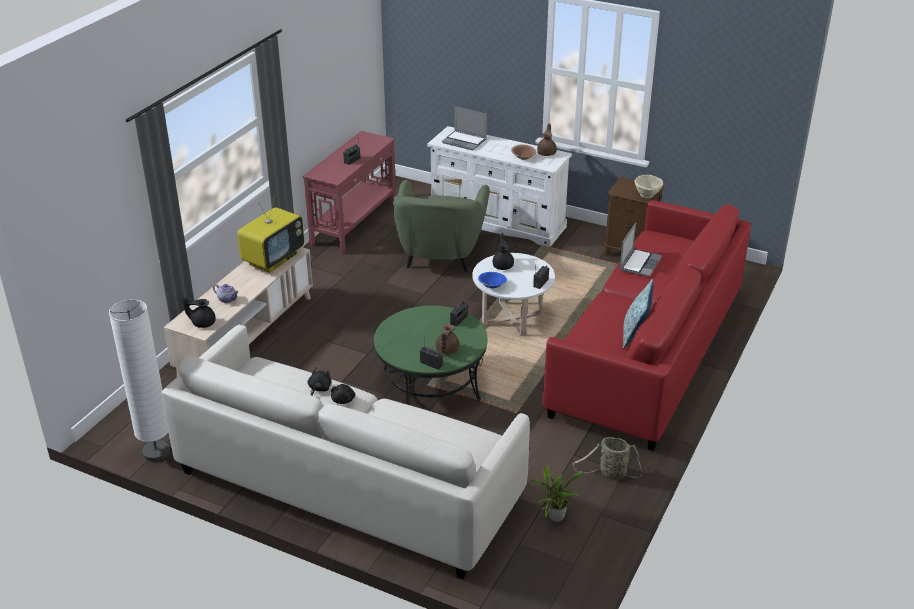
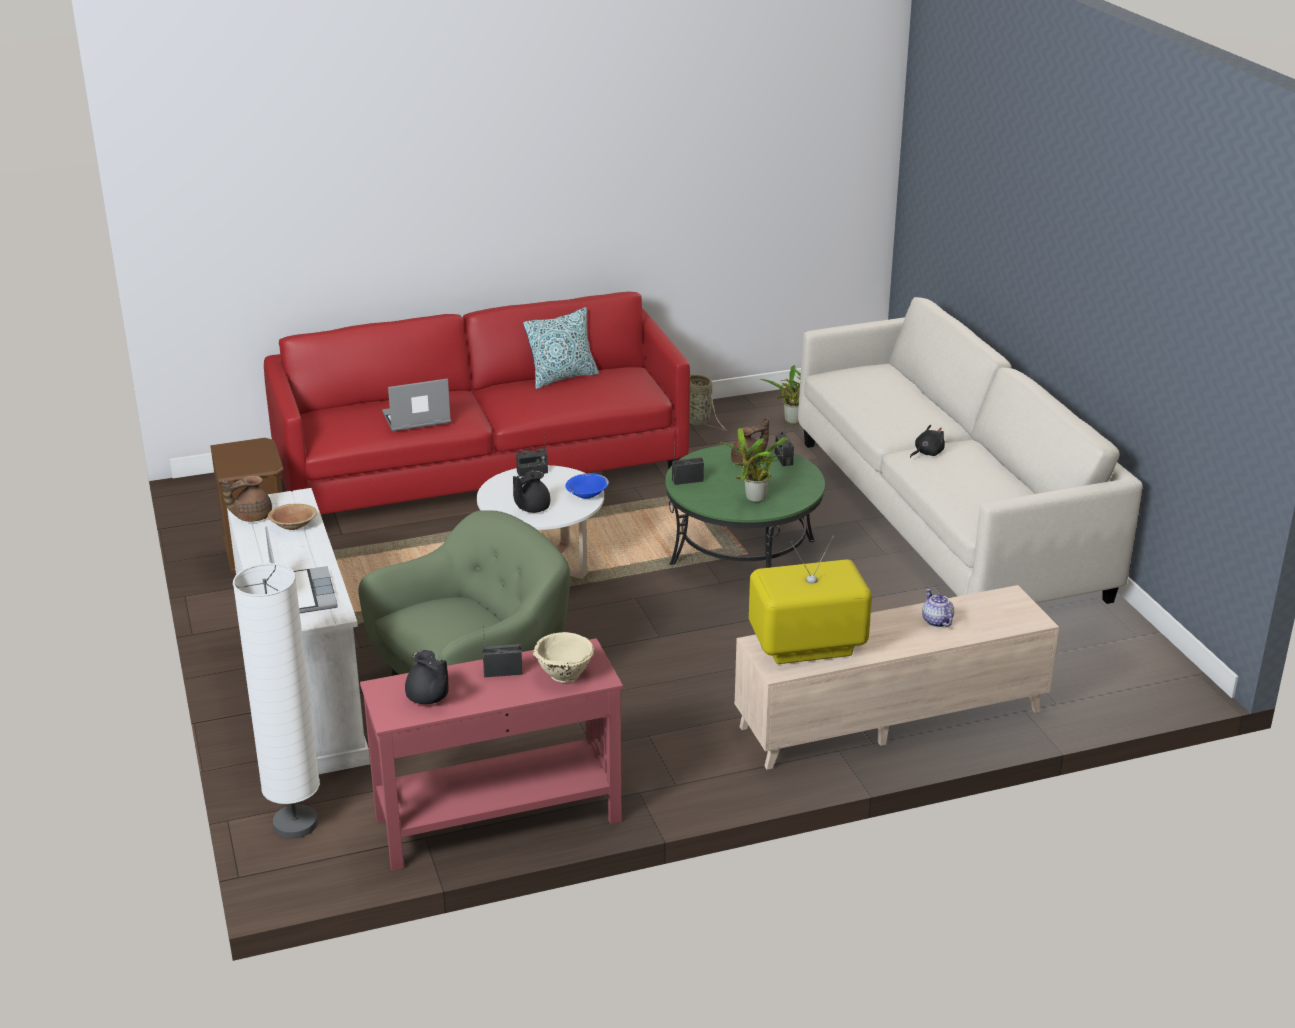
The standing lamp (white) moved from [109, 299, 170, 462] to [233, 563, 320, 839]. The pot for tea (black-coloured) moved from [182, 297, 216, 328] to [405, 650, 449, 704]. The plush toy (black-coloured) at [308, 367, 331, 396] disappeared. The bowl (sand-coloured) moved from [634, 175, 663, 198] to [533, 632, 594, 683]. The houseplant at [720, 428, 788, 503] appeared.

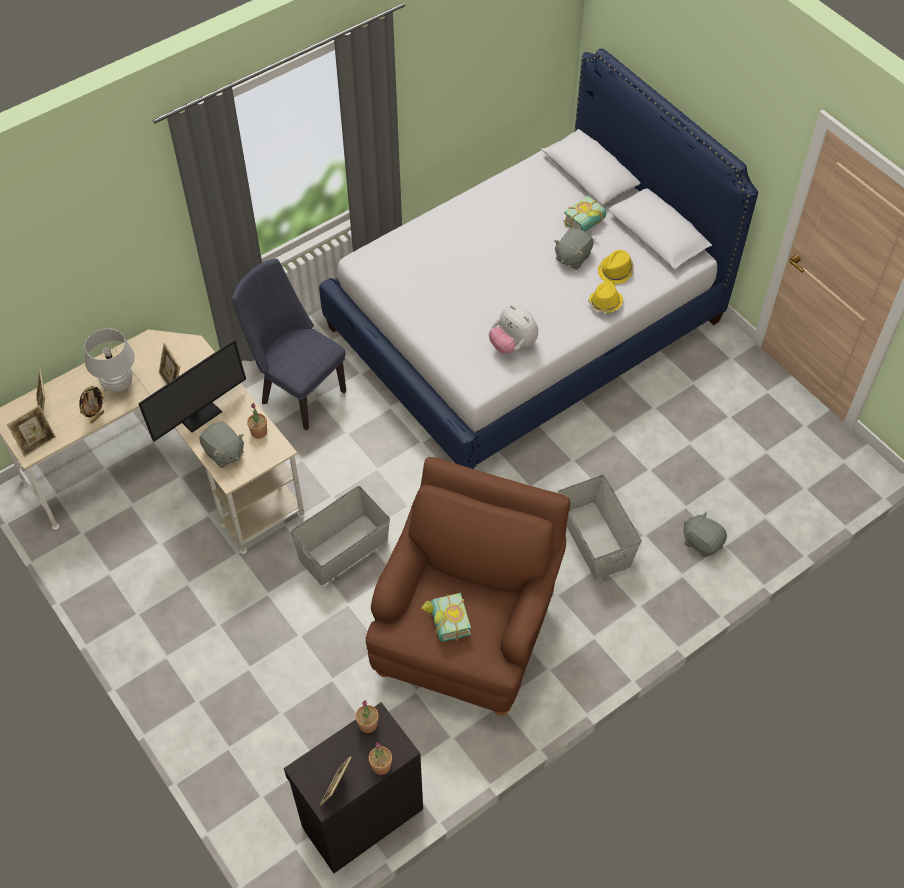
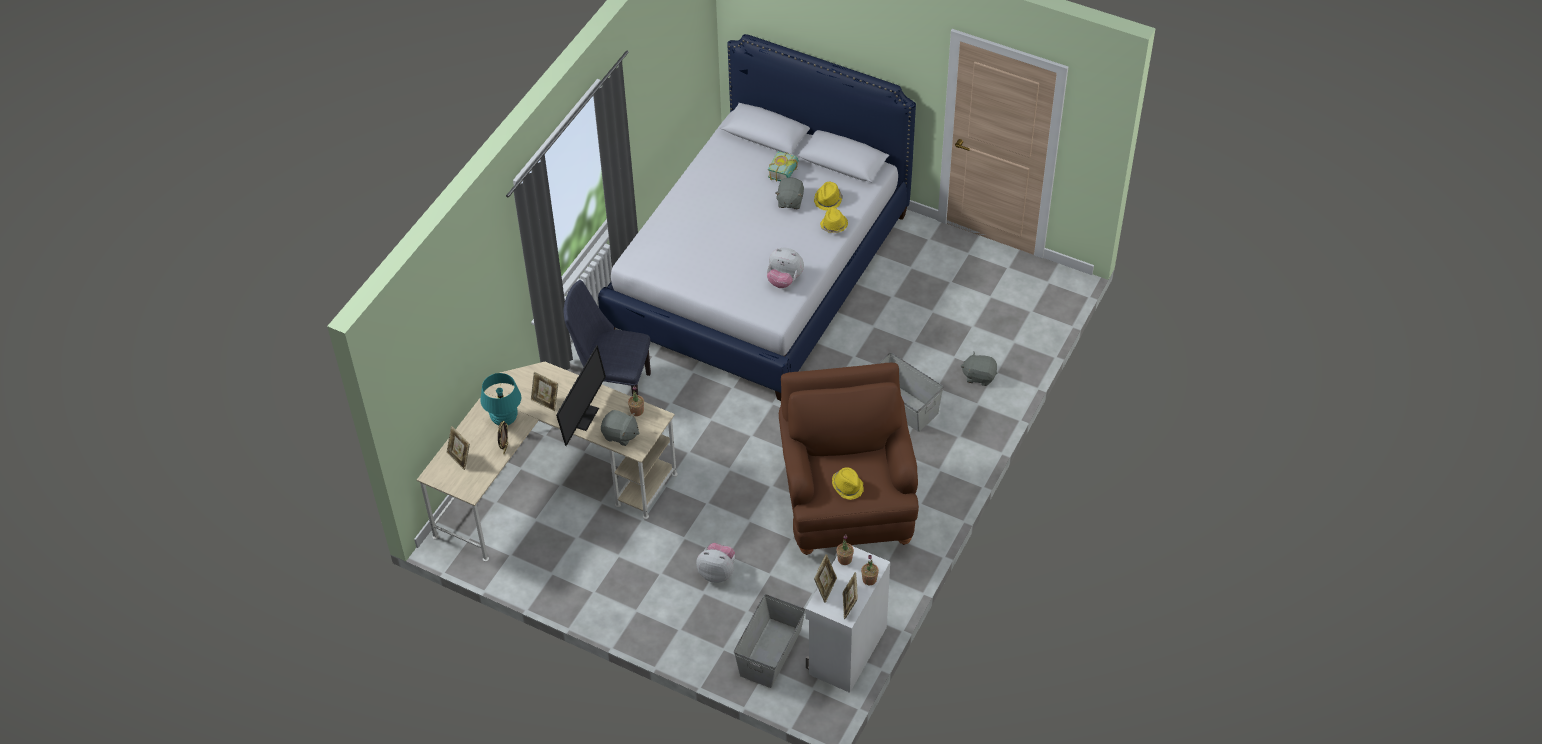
The standing frame moved from [7, 405, 56, 457] to [814, 554, 837, 603]. The lamp for a table (white) at [84, 329, 135, 392] became the lamp for a table (turquoise-coloured) at [480, 373, 521, 425]. The cupboard (black-coloured) at [284, 702, 423, 873] became the cupboard (white) at [806, 546, 890, 693]. The storage box (gray) moved from [291, 486, 390, 586] to [734, 594, 806, 688]. The volume at [421, 593, 471, 642] was replaced by the wearable hat (yellow) at [832, 467, 864, 500]. The plush toy at [696, 543, 735, 583] appeared.

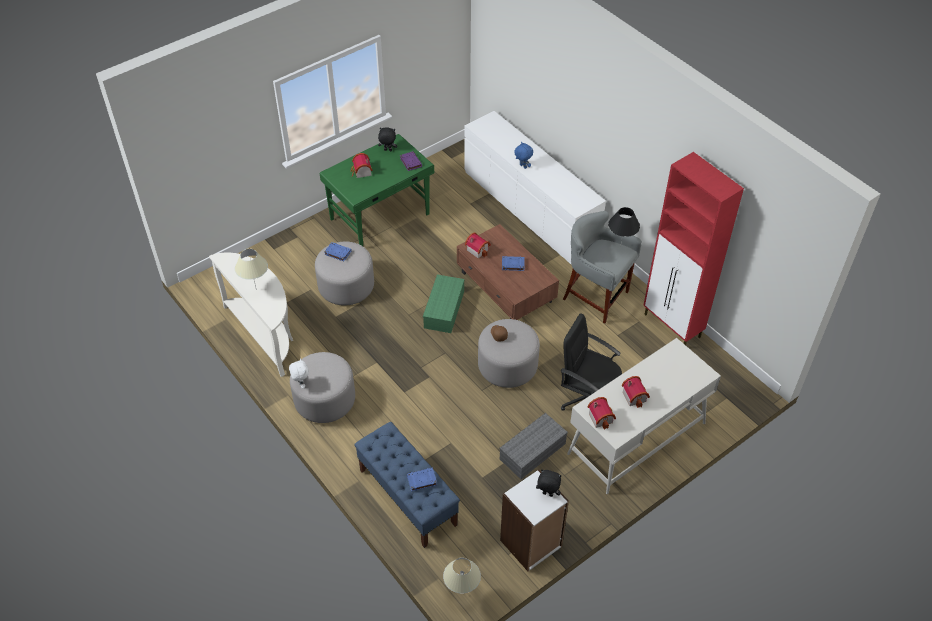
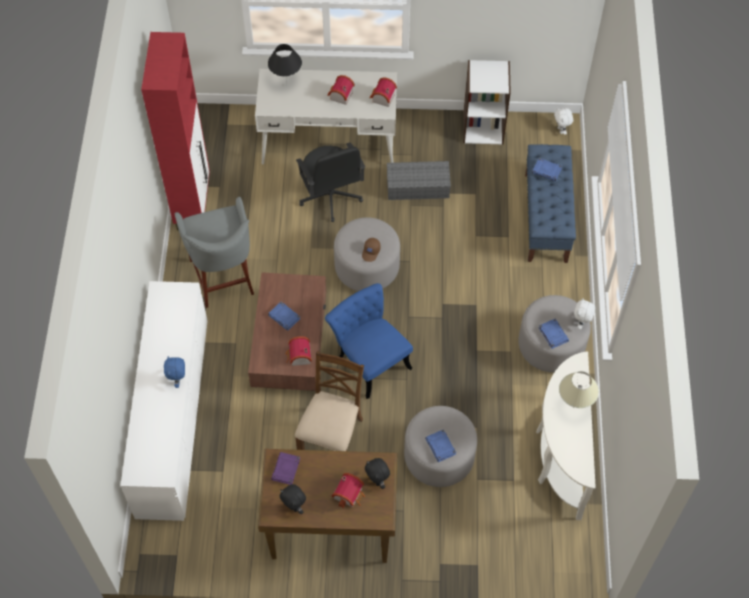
The desk unit (greenish) at [320, 134, 434, 246] became the desk unit (brown-coloured) at [258, 449, 397, 563]. The storage box (greenish) at [423, 274, 465, 333] was replaced by the plain chair (blue) at [325, 283, 413, 399]. The lamp for a table (sand-coloured) at [443, 558, 481, 594] was replaced by the plush toy (white) at [554, 107, 573, 135]. The plush toy (black-coloured) moved from [536, 469, 561, 497] to [365, 458, 390, 489]. The lamp for a table (black-coloured) moved from [608, 207, 640, 248] to [268, 44, 302, 83]. The plain chair (brown-coloured) at [295, 351, 364, 451] appeared. The volume (blue) at [539, 319, 569, 349] appeared.

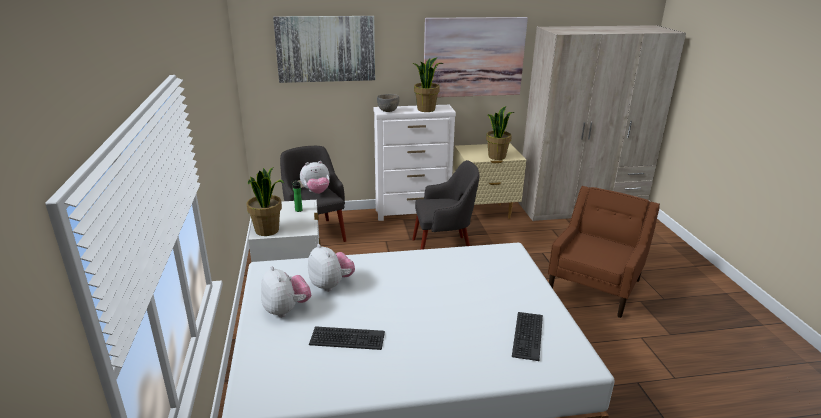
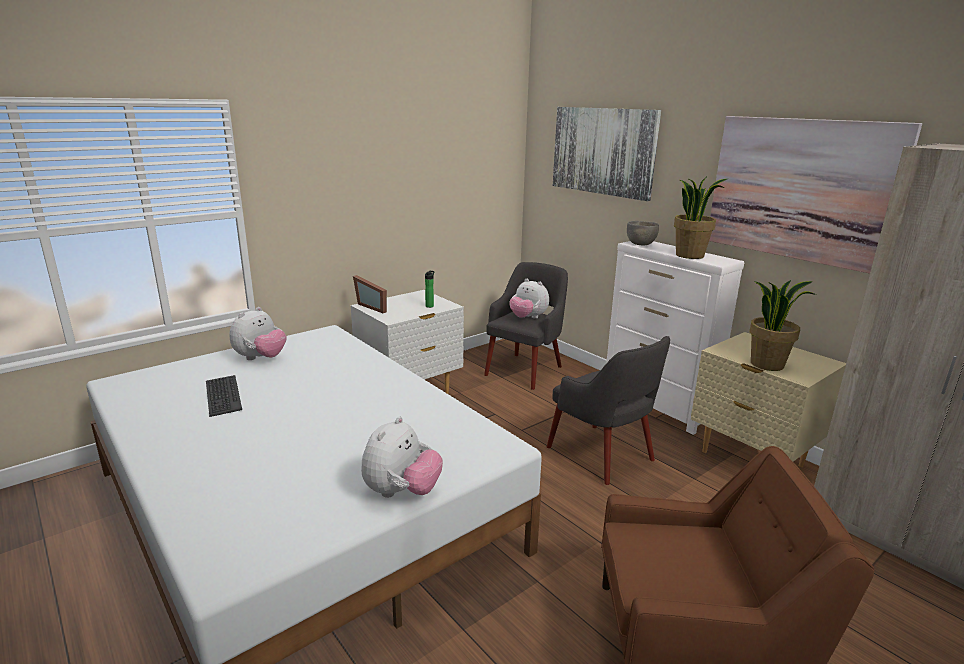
The houseplant at [247, 167, 284, 236] was replaced by the standing frame at [353, 275, 387, 313]. The plush toy moved from [308, 244, 355, 291] to [361, 417, 443, 498]. The computer keyboard at [512, 312, 543, 361] disappeared.

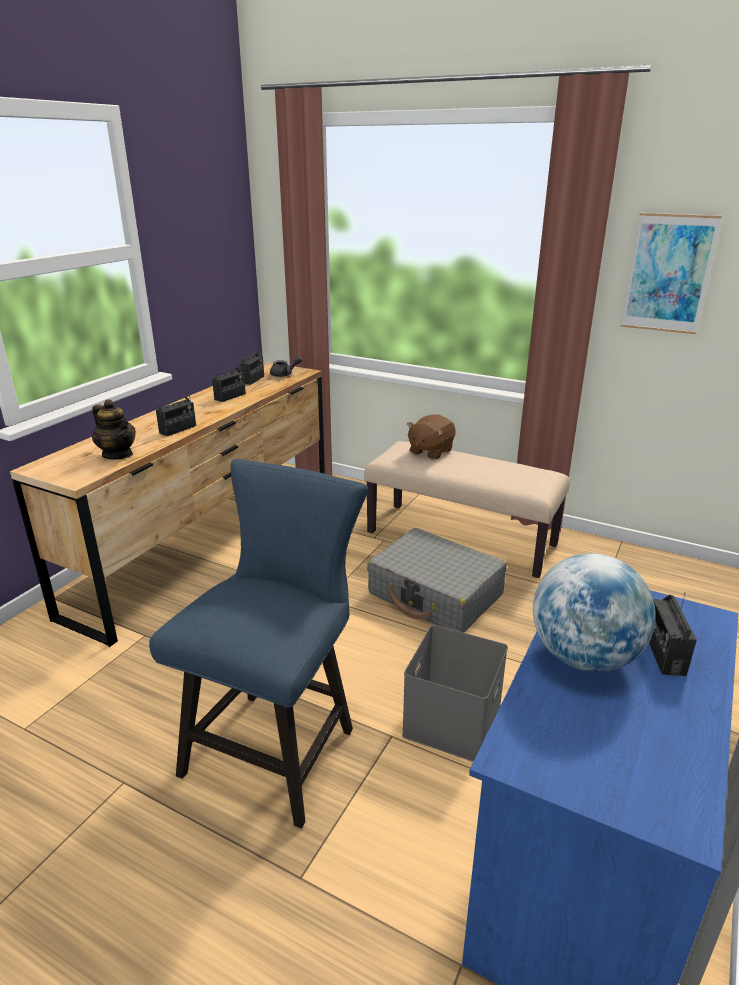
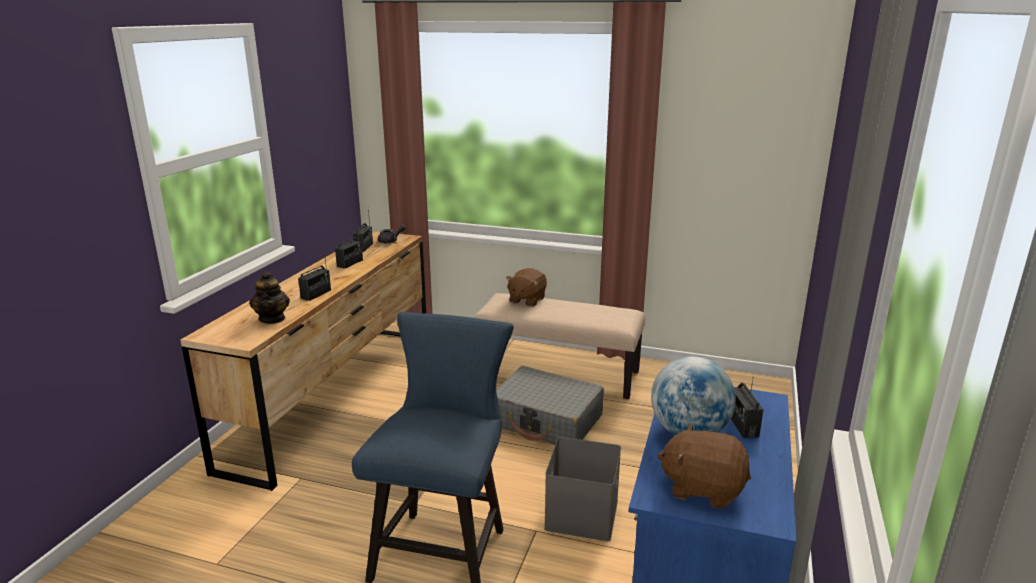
The pot for tea at [92, 399, 136, 459] turned 45 degrees clockwise. The wall picture at [621, 213, 722, 334] disappeared. The plush toy (brown-coloured) at [657, 423, 751, 509] appeared.

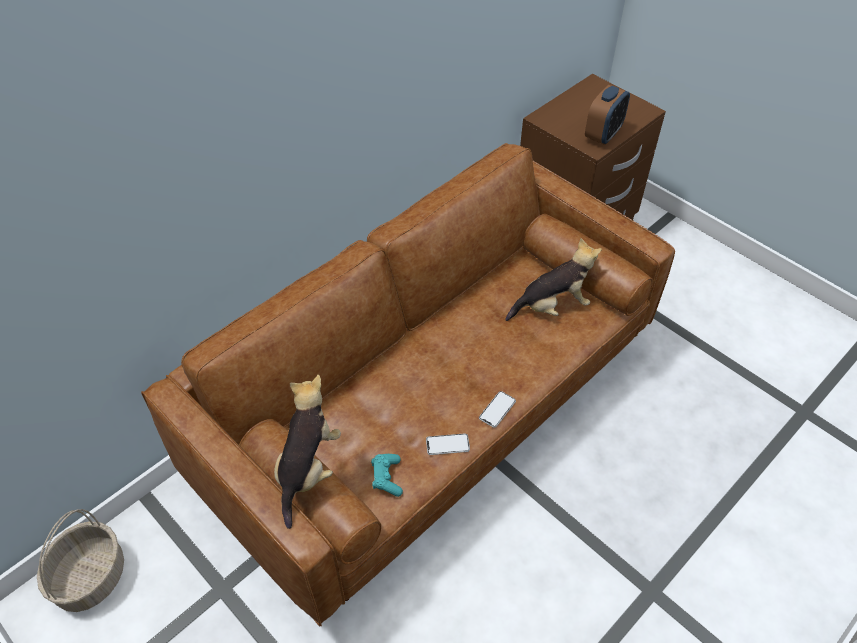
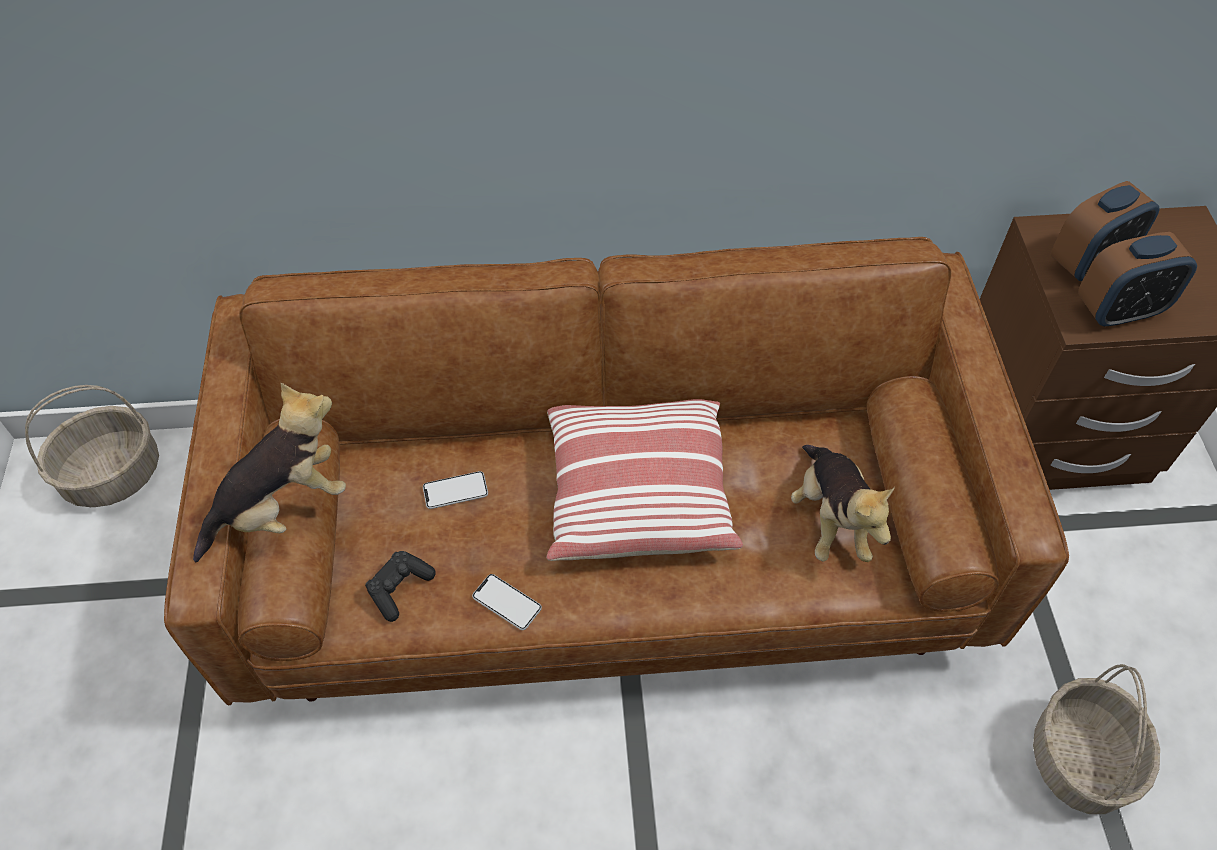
The game controller (turquoise-coloured) at [371, 454, 403, 497] became the game controller (black-coloured) at [365, 551, 436, 622]. The handset moved from [479, 391, 516, 428] to [423, 471, 488, 509]. The plush toy at [505, 238, 602, 321] turned 60 degrees clockwise. The pillow at [547, 399, 743, 561] appeared. The household basket at [1033, 664, 1160, 814] appeared. The alarm clock at [1051, 181, 1160, 282] appeared.

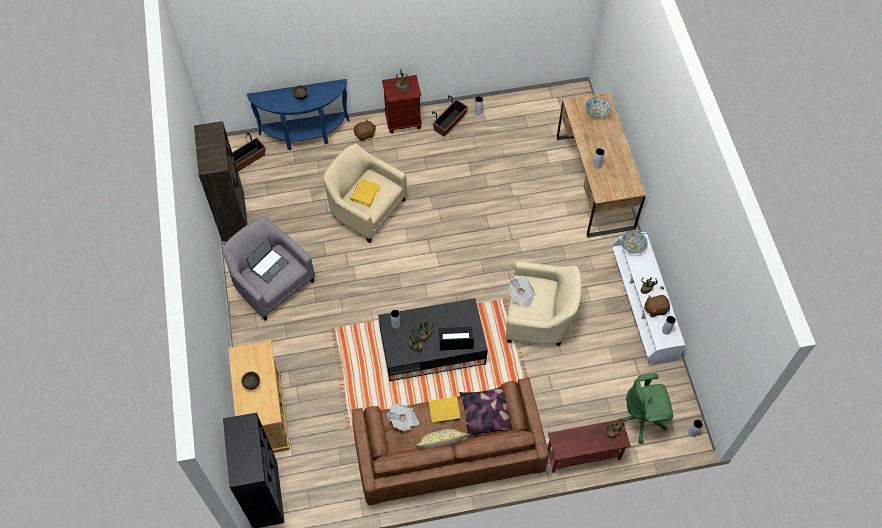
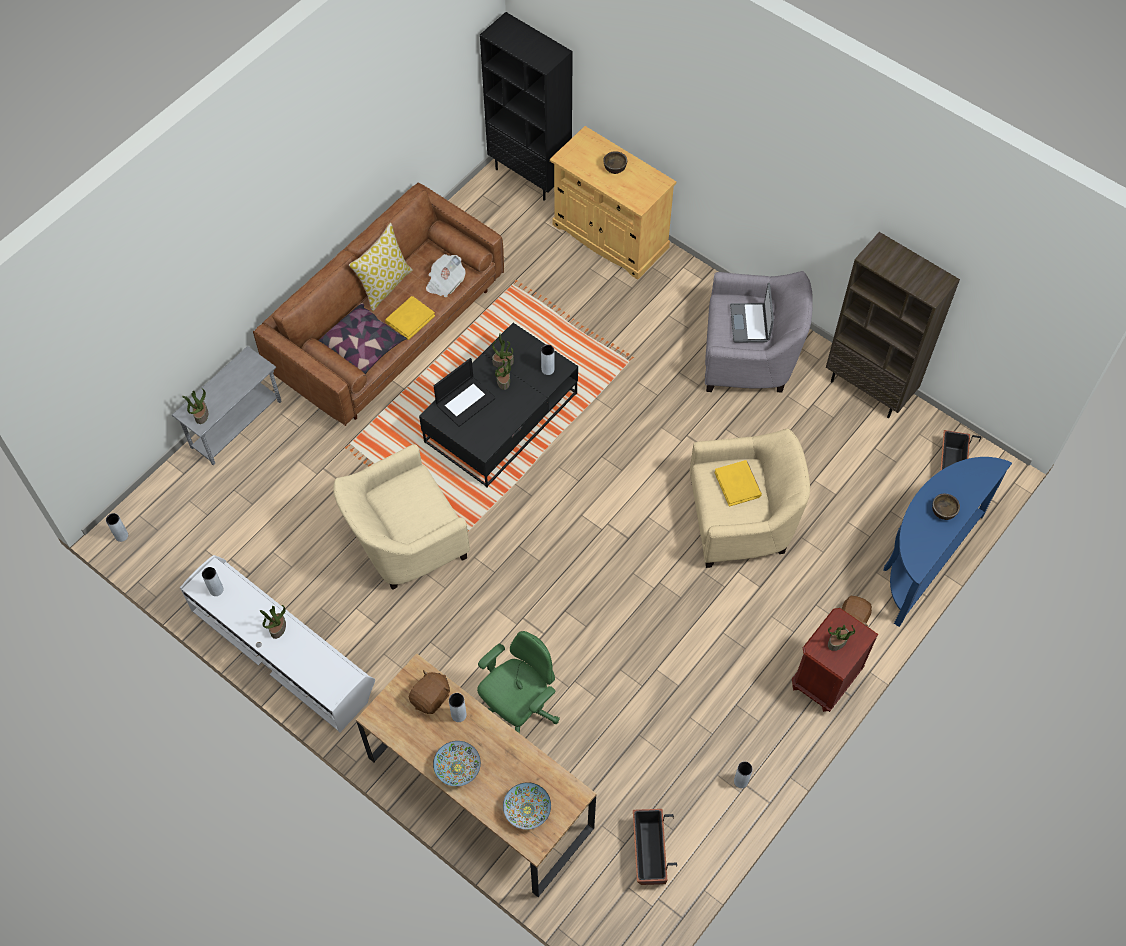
The plant pot moved from [432, 96, 468, 136] to [633, 809, 677, 885]. The daily paper at [508, 277, 536, 308] disappeared. The side table (brown-coloured) at [547, 419, 631, 473] became the side table (gray) at [172, 346, 281, 465]. The office chair (greenish) moved from [618, 373, 673, 444] to [477, 631, 559, 734]. The bowl moved from [621, 231, 647, 254] to [433, 741, 481, 786]. The plush toy (brown-coloured) moved from [644, 295, 670, 317] to [409, 670, 450, 714].

